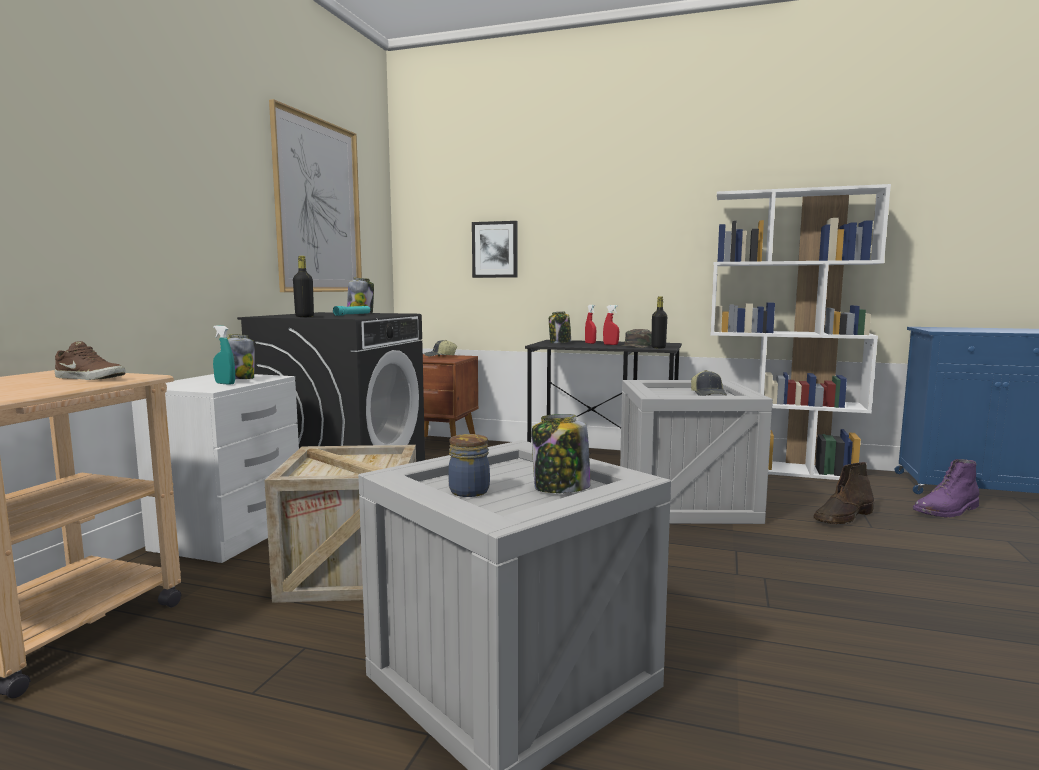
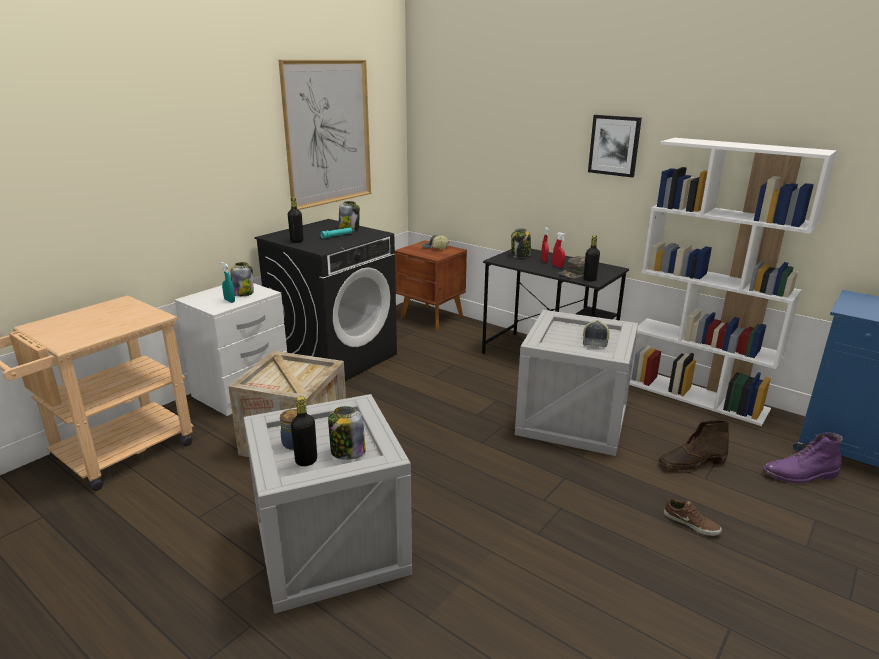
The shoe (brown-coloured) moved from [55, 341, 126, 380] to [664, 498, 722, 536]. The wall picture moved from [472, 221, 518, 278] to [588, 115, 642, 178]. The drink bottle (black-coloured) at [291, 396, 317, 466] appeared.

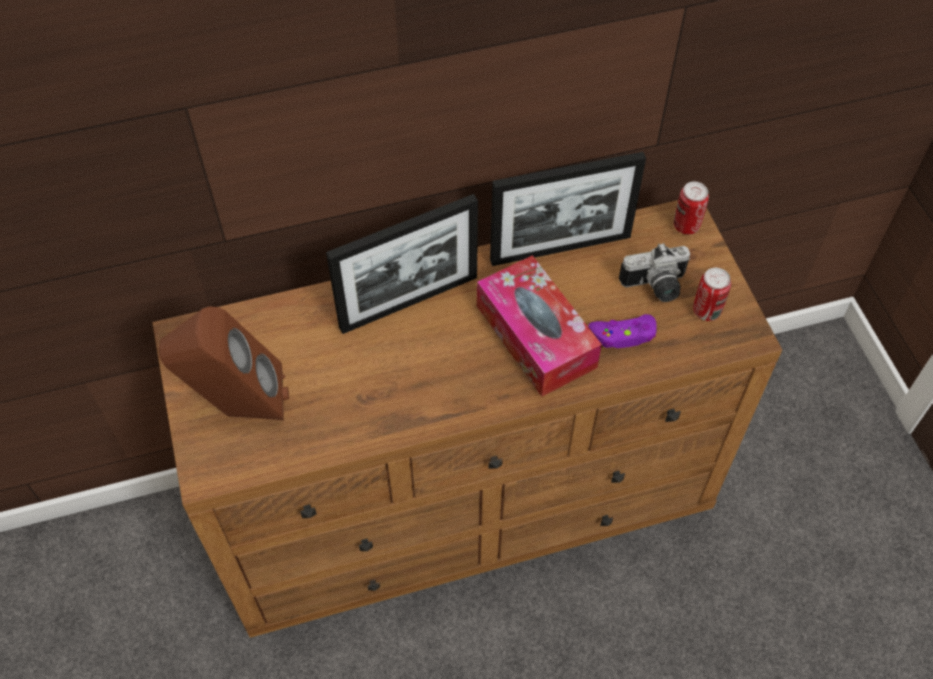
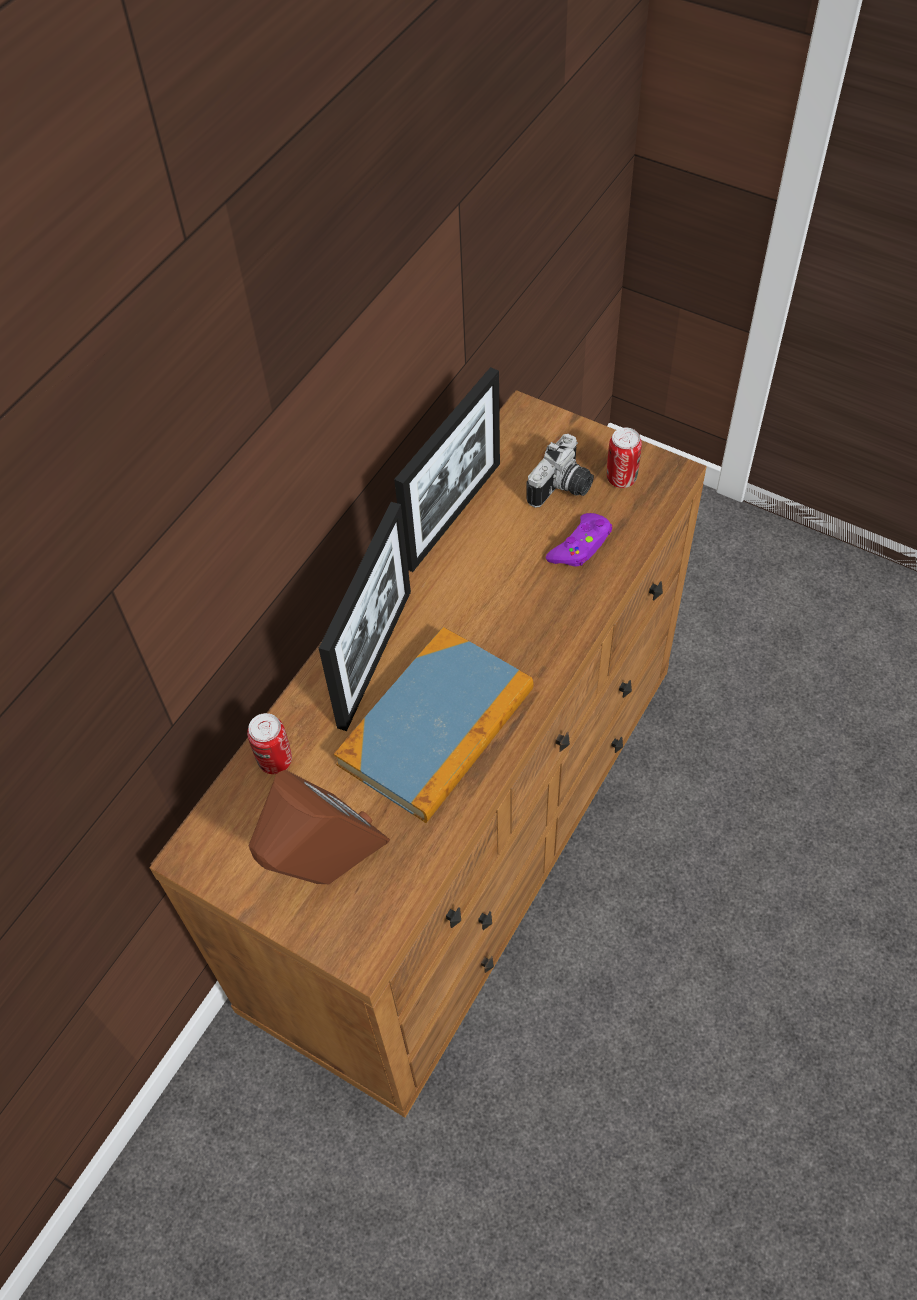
The tissue holder at [477, 255, 602, 397] disappeared. The sealed can moved from [674, 182, 709, 235] to [247, 713, 292, 774]. The volume at [334, 627, 534, 823] appeared.

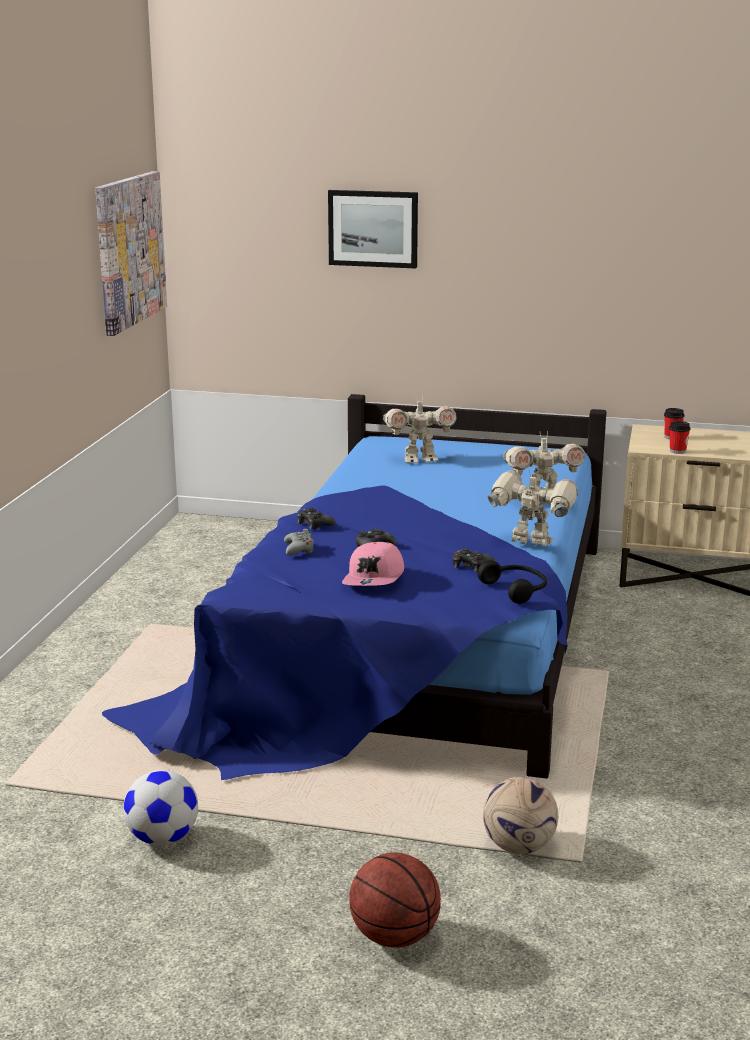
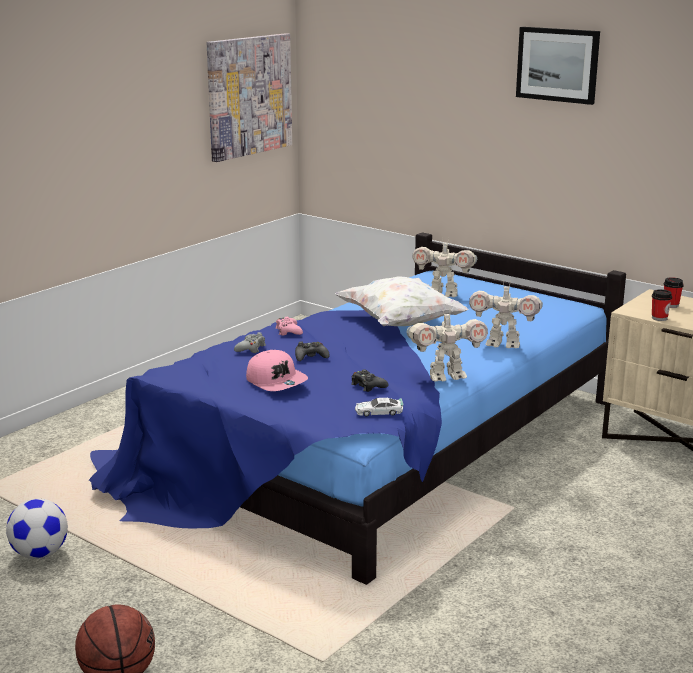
The game controller (black-coloured) at [297, 507, 336, 530] became the game controller (pink) at [275, 317, 303, 336]. The wall picture moved from [328, 190, 418, 268] to [516, 27, 600, 105]. The baseball cap (pink) at [342, 542, 404, 586] turned 75 degrees counterclockwise. The headphones (black-coloured) at [477, 560, 547, 604] was replaced by the toy car at [355, 398, 404, 416]. The football ball at [483, 777, 558, 854] disappeared. The robot figure at [487, 470, 578, 546] turned 120 degrees clockwise. The pillow (white) at [335, 276, 468, 326] appeared.

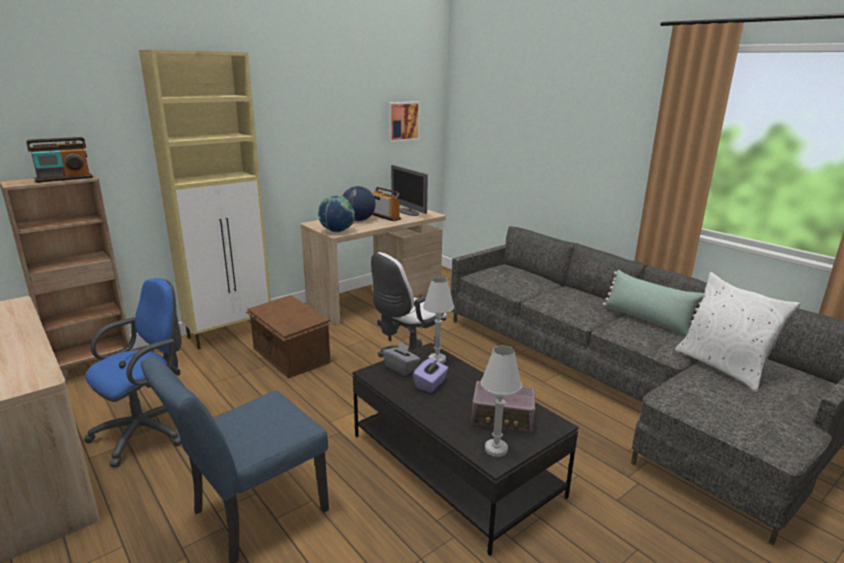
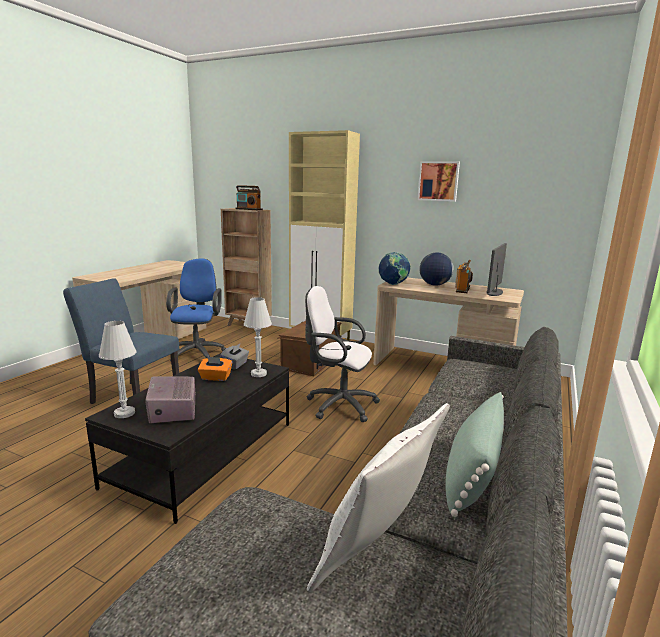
The office chair (blue) at [84, 278, 182, 467] turned 105 degrees counterclockwise. The wall picture moved from [387, 101, 420, 142] to [417, 161, 460, 202]. The tissue holder (purple) at [413, 358, 448, 393] became the tissue holder (orange) at [198, 356, 233, 381].

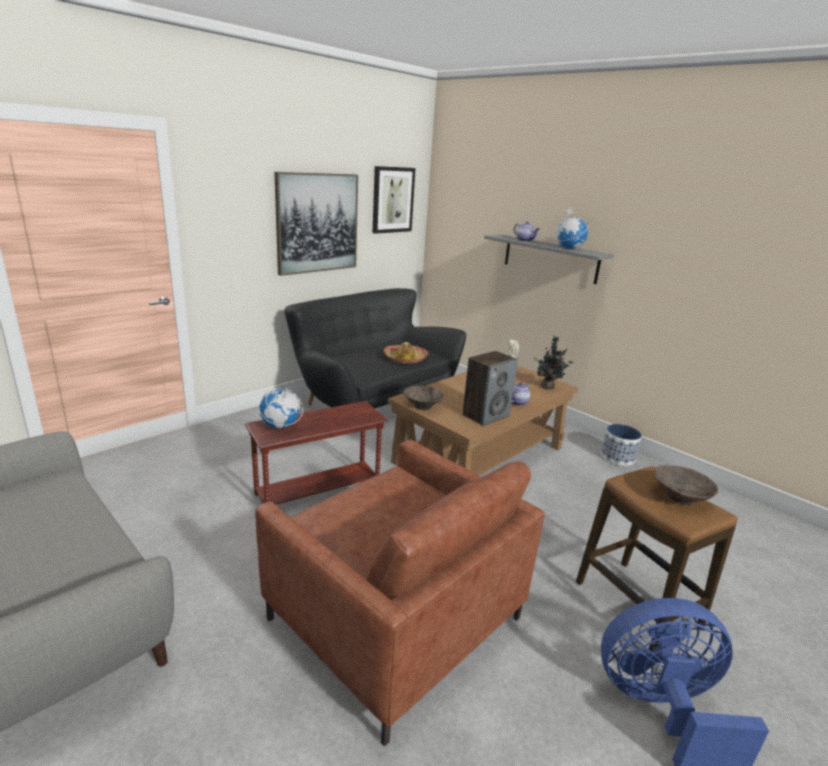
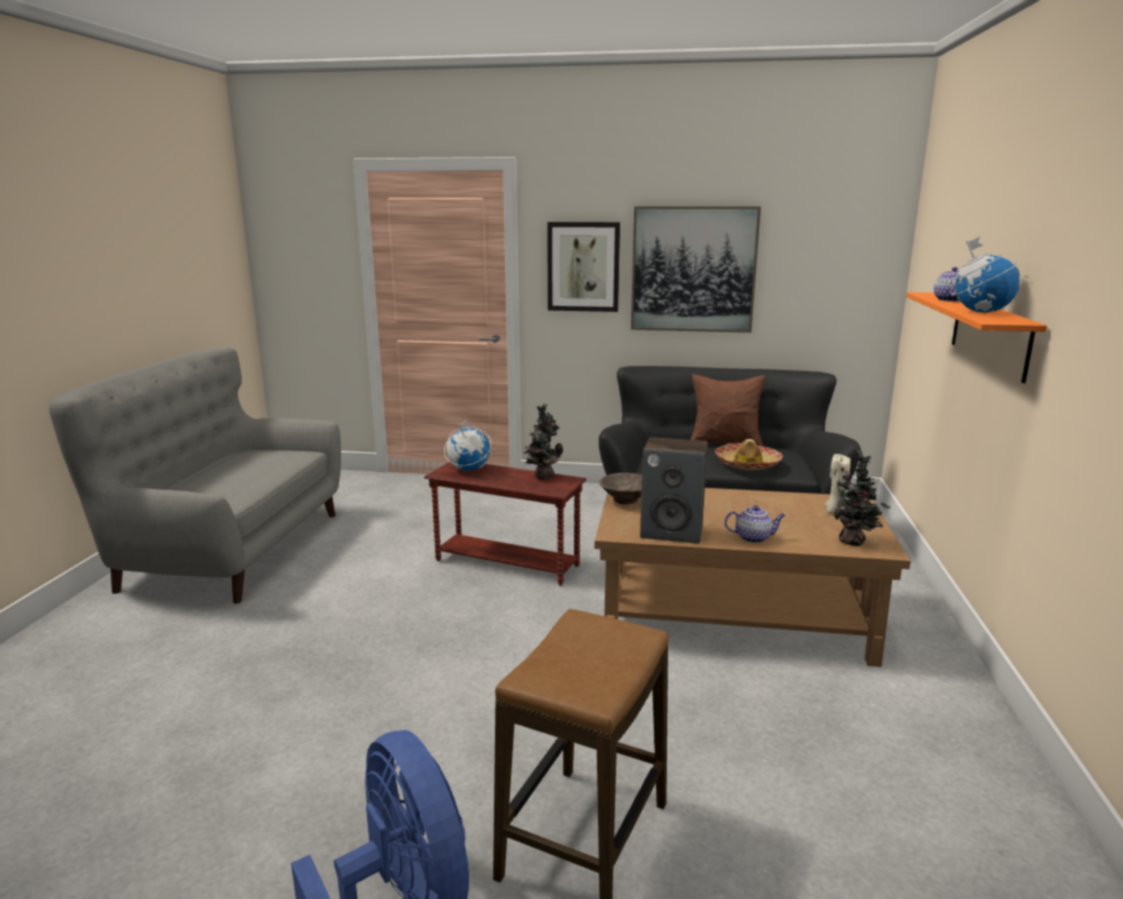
The armchair (brown-coloured) at [255, 440, 544, 746] disappeared. The wall picture moved from [372, 166, 415, 234] to [547, 222, 620, 312]. The wall shelf (gray) at [484, 234, 614, 284] became the wall shelf (orange) at [906, 292, 1047, 383]. The plant pot at [601, 424, 642, 466] disappeared. The bowl (brown-coloured) at [654, 465, 718, 505] disappeared. The houseplant at [523, 404, 563, 479] appeared. The pillow (brown-coloured) at [690, 374, 766, 446] appeared.

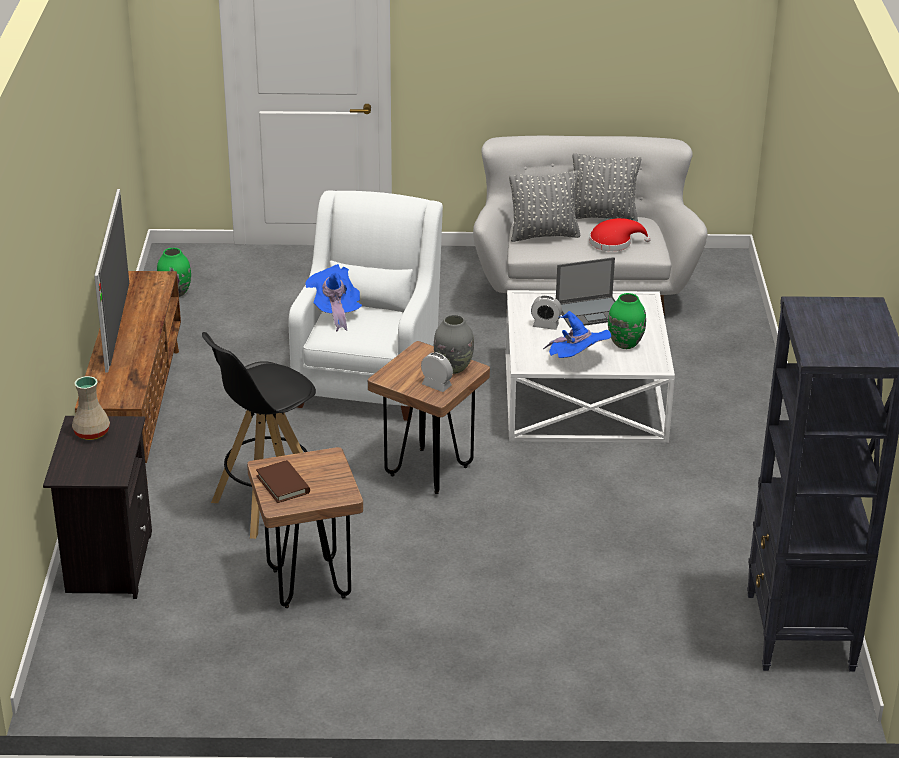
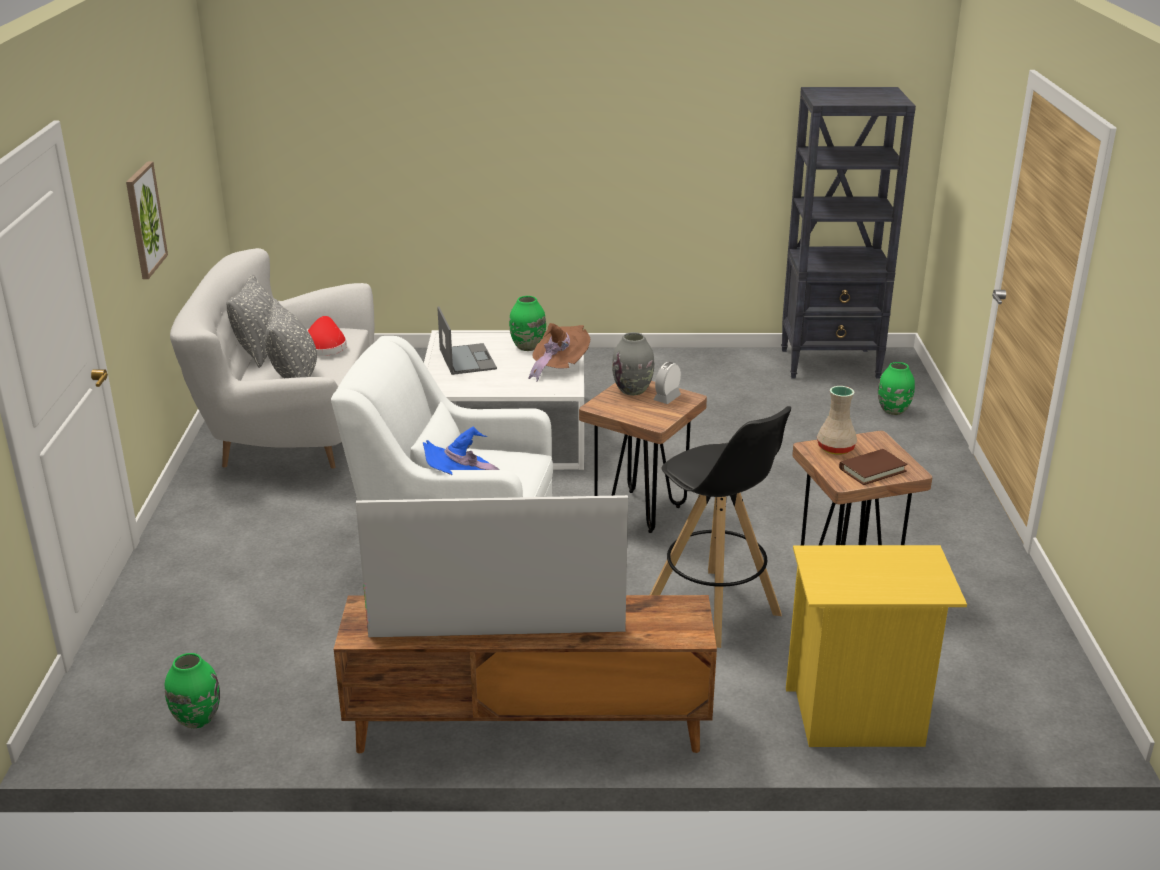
The bedside table (black-coloured) at [43, 416, 152, 599] became the bedside table (yellow) at [786, 545, 967, 747]. The flower vase (sand-coloured) moved from [72, 376, 110, 440] to [817, 386, 857, 455]. The alarm clock at [531, 295, 562, 330] disappeared. The wearable hat (blue) at [543, 311, 611, 358] became the wearable hat (brown-coloured) at [528, 323, 590, 382]. The wall picture at [126, 161, 168, 279] appeared. The flower vase (greenish) at [878, 362, 915, 415] appeared.

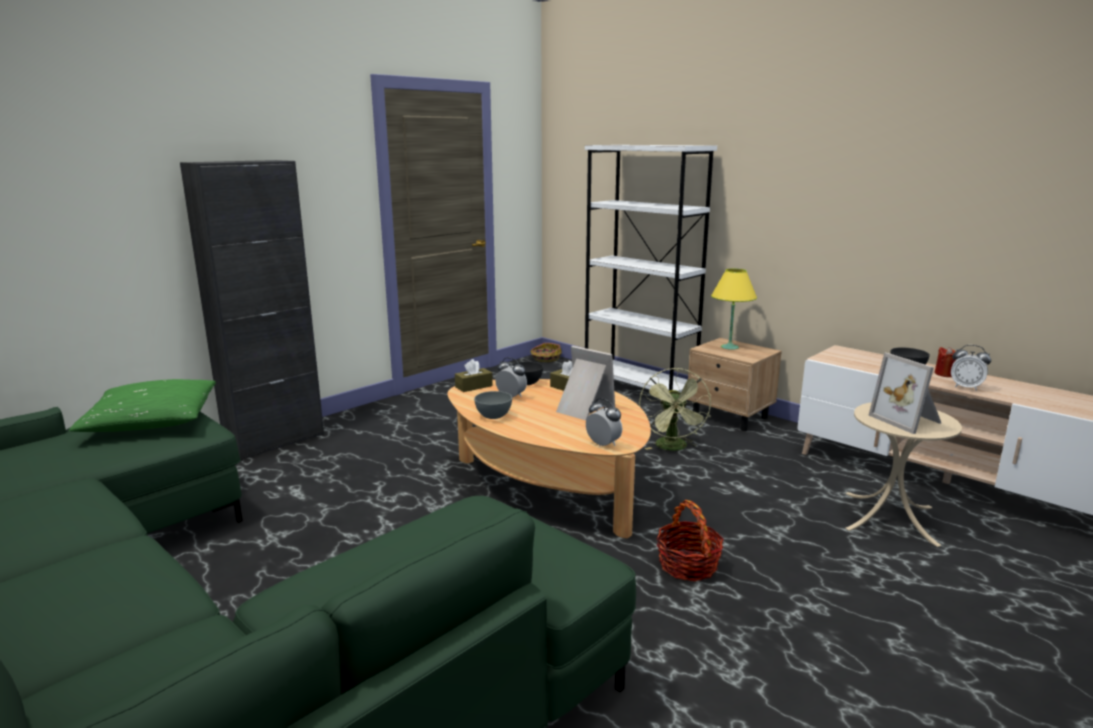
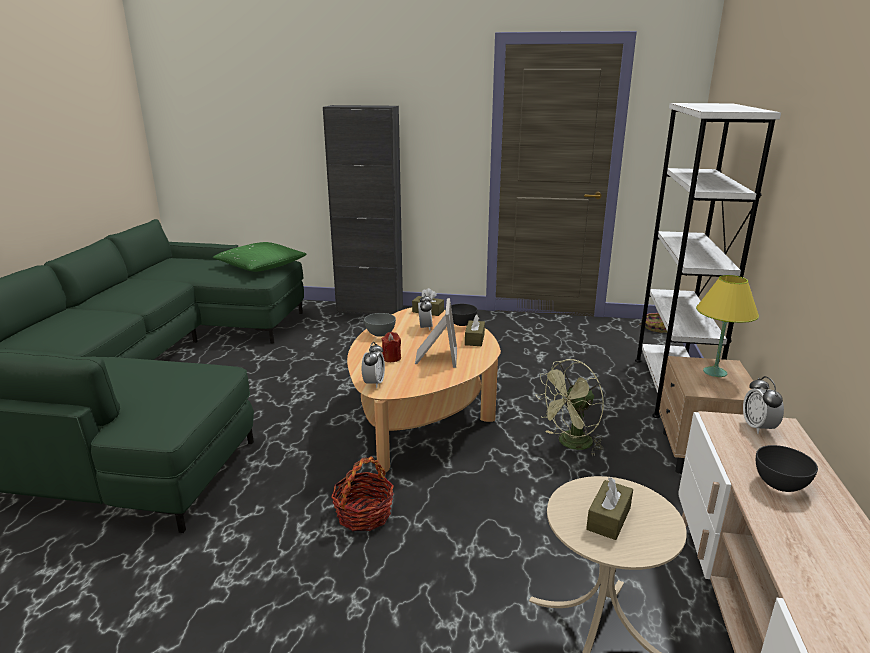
The standing frame at [869, 353, 941, 434] was replaced by the tissue holder (brown-coloured) at [586, 477, 633, 540]. The wax candle (reddish) moved from [934, 347, 956, 377] to [382, 332, 401, 362]. The alarm clock moved from [951, 345, 991, 391] to [743, 376, 784, 434].

